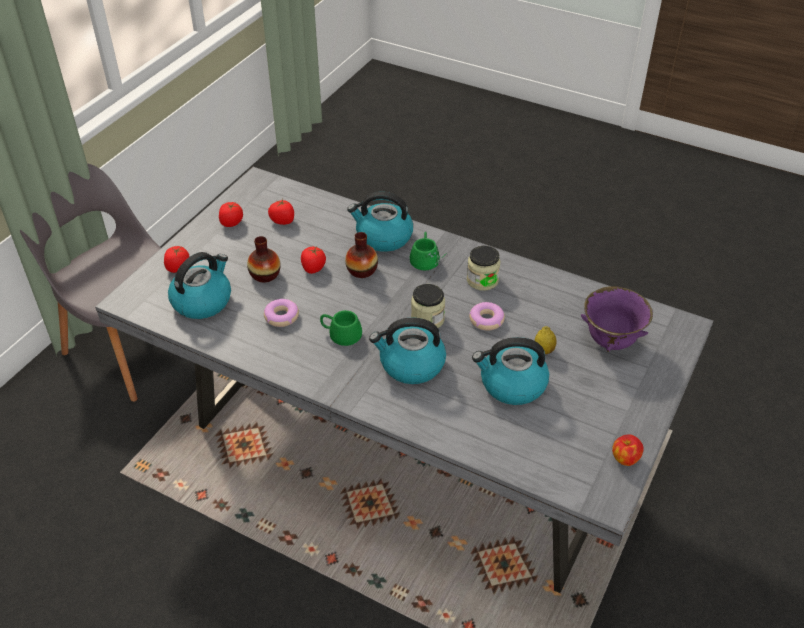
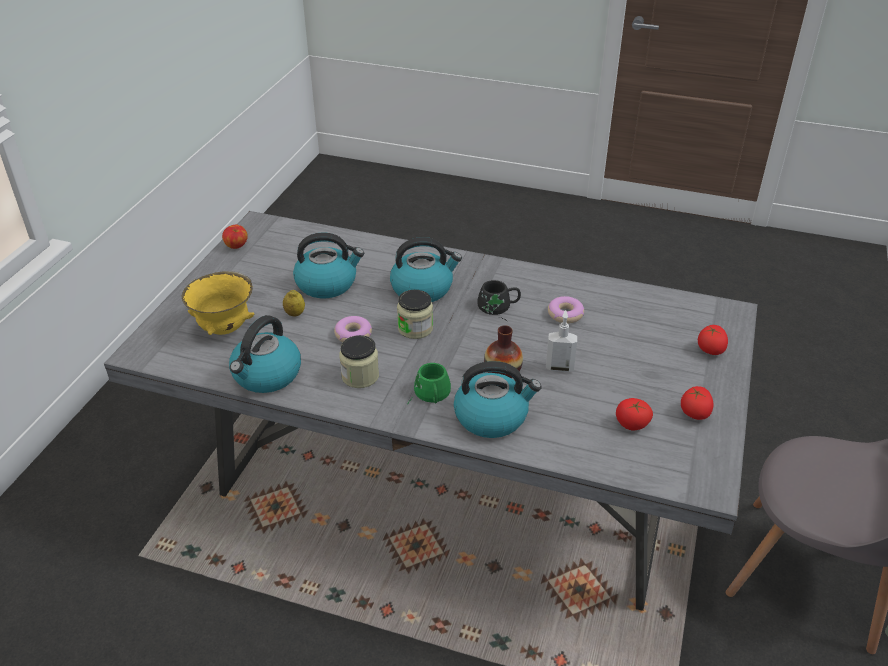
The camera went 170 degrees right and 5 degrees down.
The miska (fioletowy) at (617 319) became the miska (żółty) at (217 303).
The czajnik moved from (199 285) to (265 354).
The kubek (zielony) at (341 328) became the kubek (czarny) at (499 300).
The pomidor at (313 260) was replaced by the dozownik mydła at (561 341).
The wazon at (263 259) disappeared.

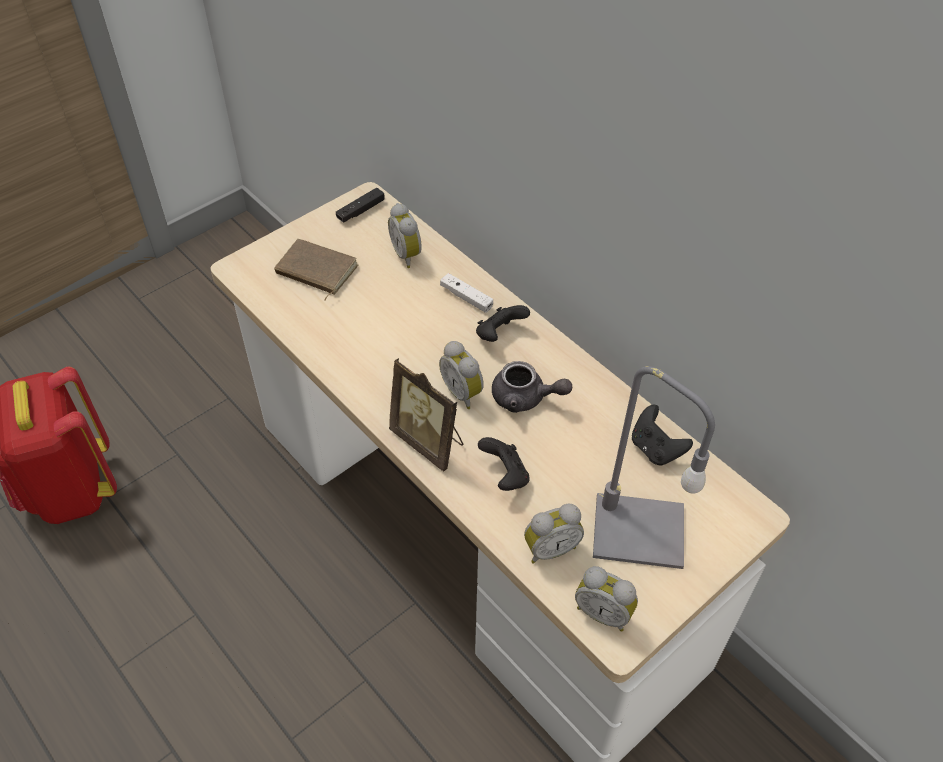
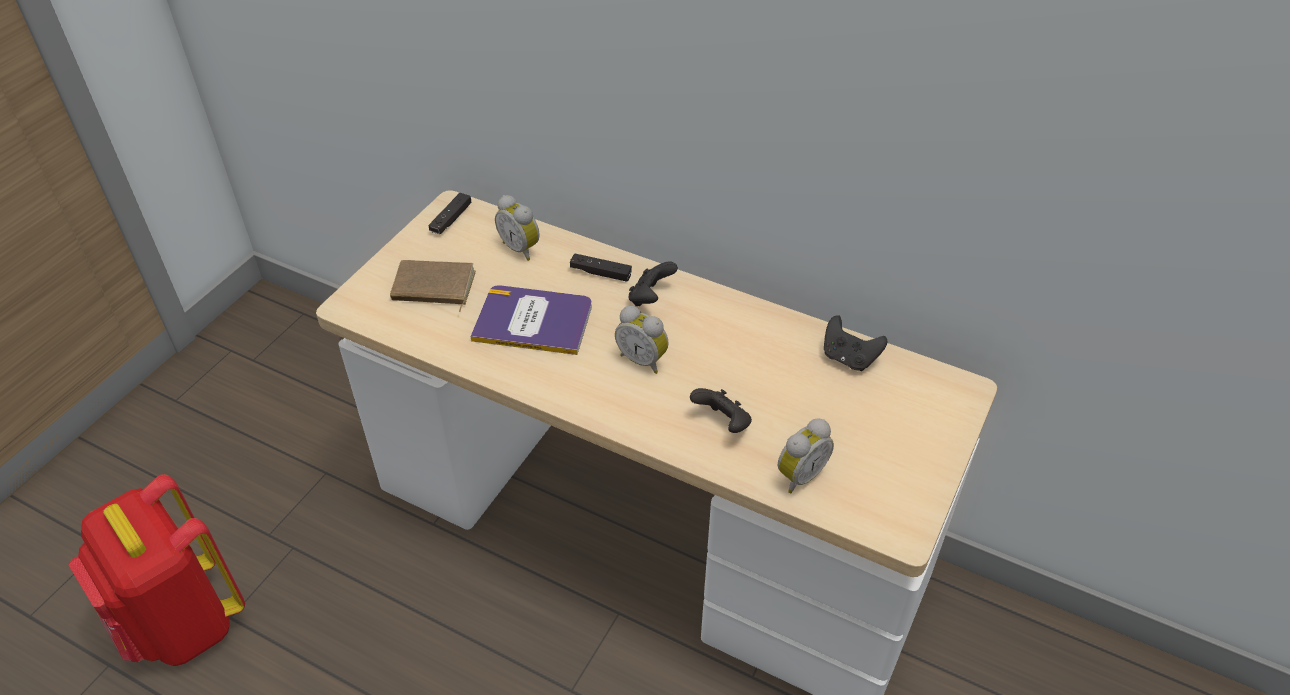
The camera went 20 degrees left and 5 degrees down.
The książka at (531 320) appeared.
The pad do gier (biały) at (466 293) became the pad do gier (czarny) at (601 268).
The ramka na zdjęcie at (426 415) disappeared.
The imbryk (szary) at (532 387) disappeared.
The budzik at (606 599) disappeared.
The lampa stołowa (szary) at (654 467) disappeared.

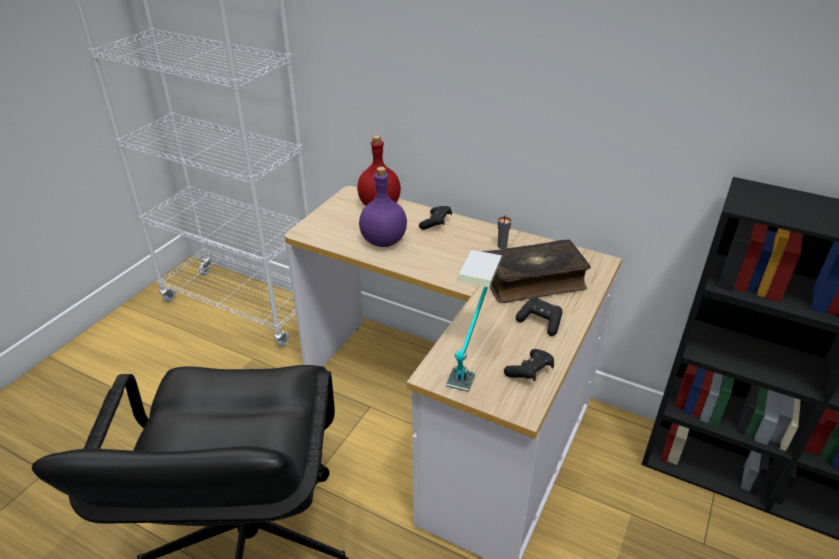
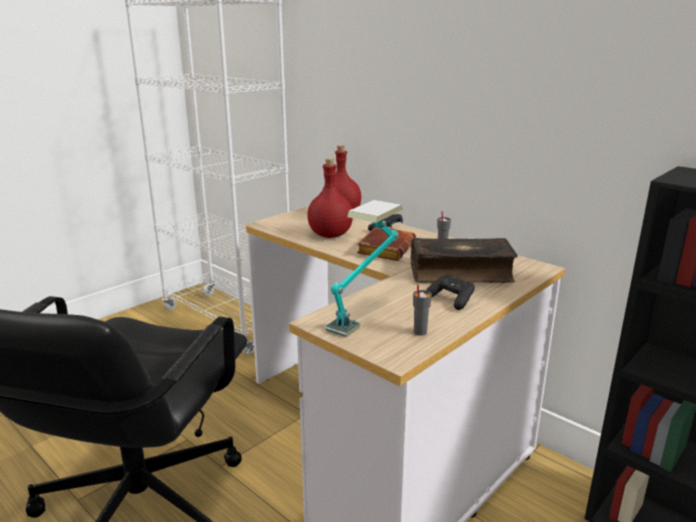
The camera went 15 degrees right and 15 degrees down.
The butelka (fioletowy) at (383 207) became the butelka (czerwony) at (330 198).
The książka (brązowy) at (386 244) appeared.
The pad do gier (czarny) at (529 365) was replaced by the filiżanka (szary) at (422 310).

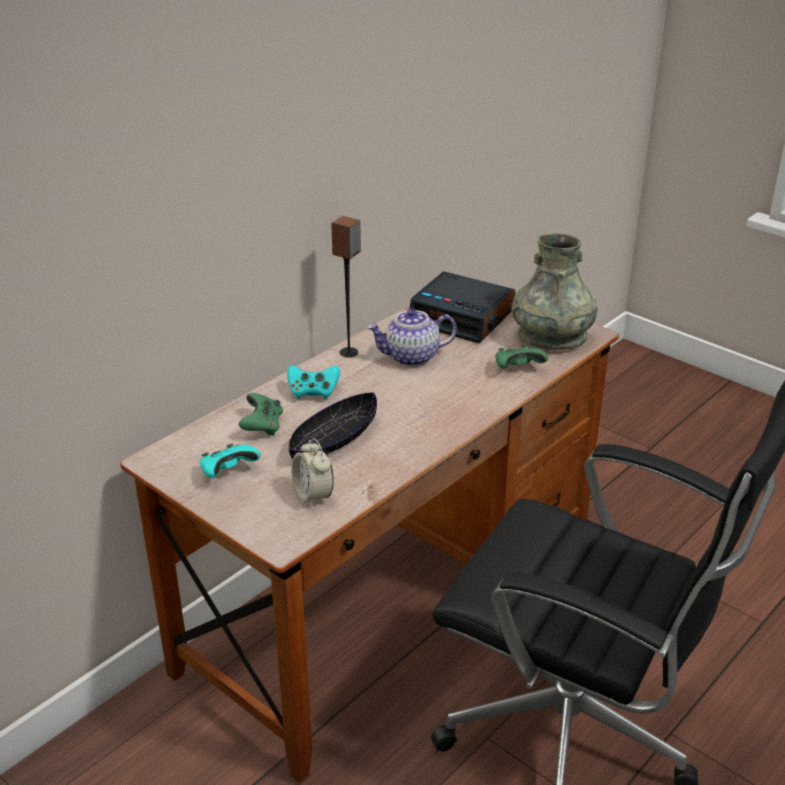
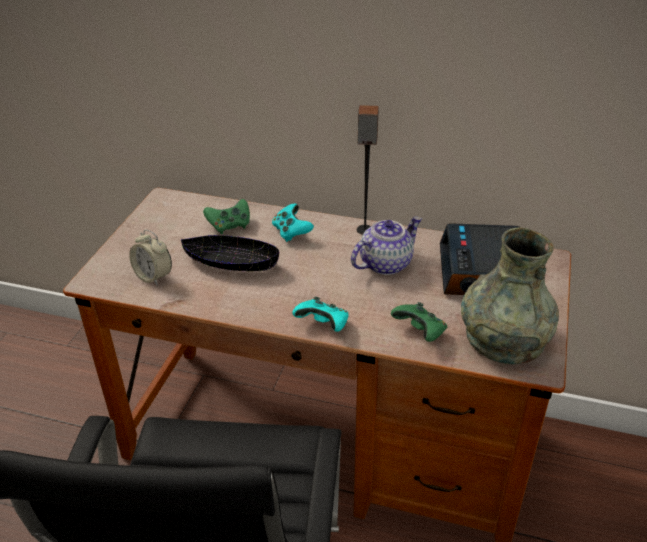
The camera went 65 degrees right and 5 degrees up.
The budzik at (312 473) turned 90 degrees counterclockwise.
The pad do gier (turkusowy) moved from (230 461) to (321 314).
The imbryk at (412 337) turned 90 degrees clockwise.

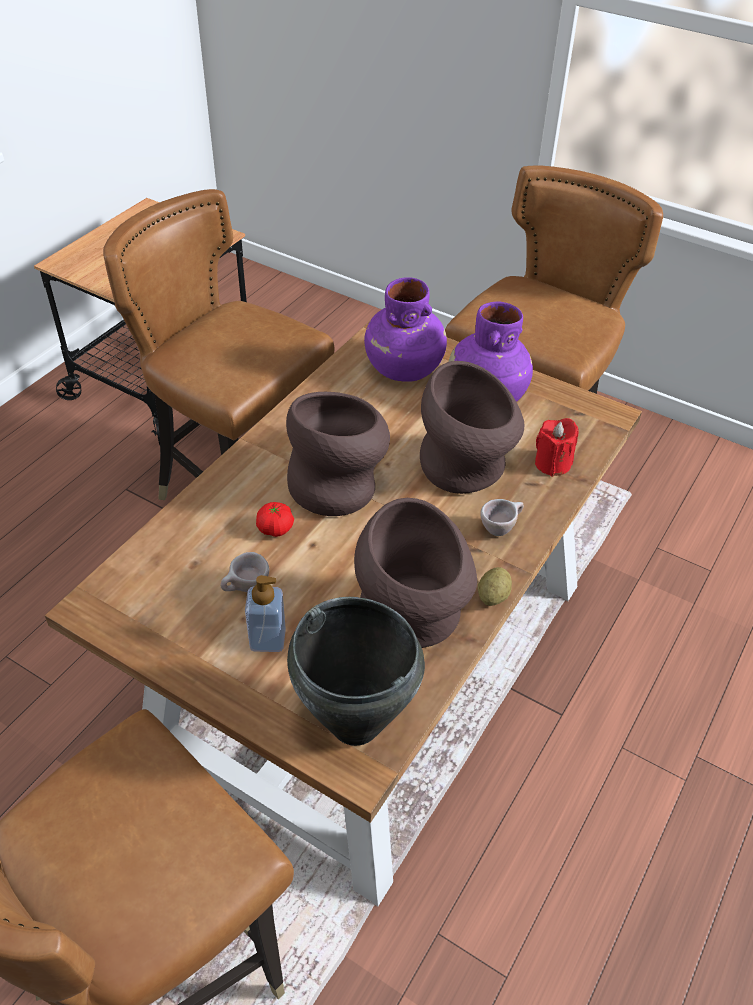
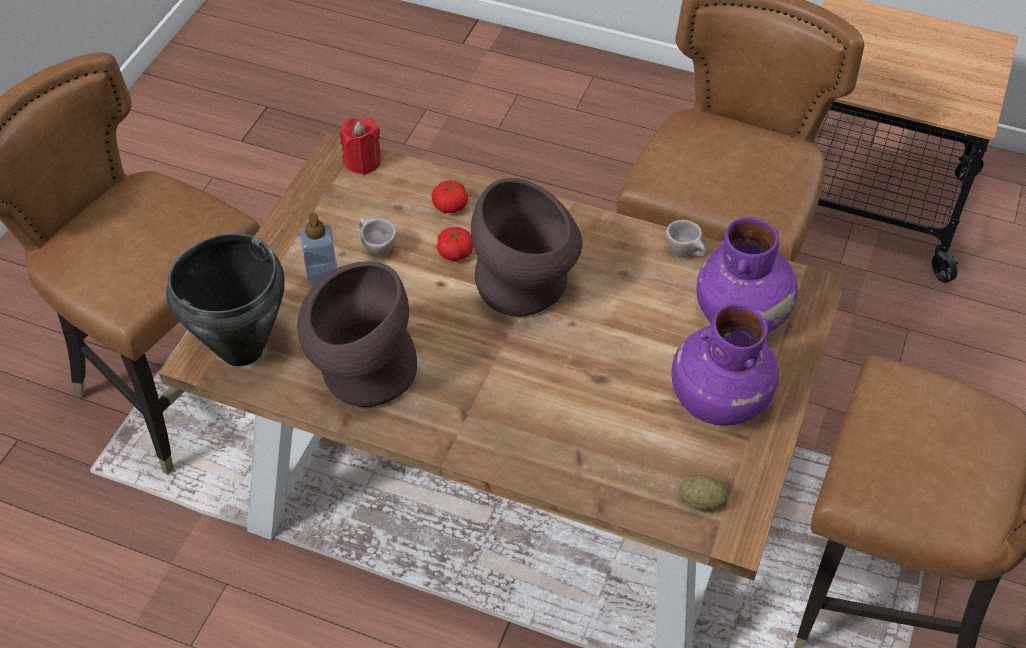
The camera went 80 degrees right and 5 degrees up.
The świeca (czerwony) moved from (557 447) to (360 146).
The pomidor at (450 197) appeared.
The filiżanka (beżowy) moved from (502 517) to (686 238).
The ziemniak moved from (495 586) to (703 493).
The wazon (brązowy) at (472 427) disappeared.

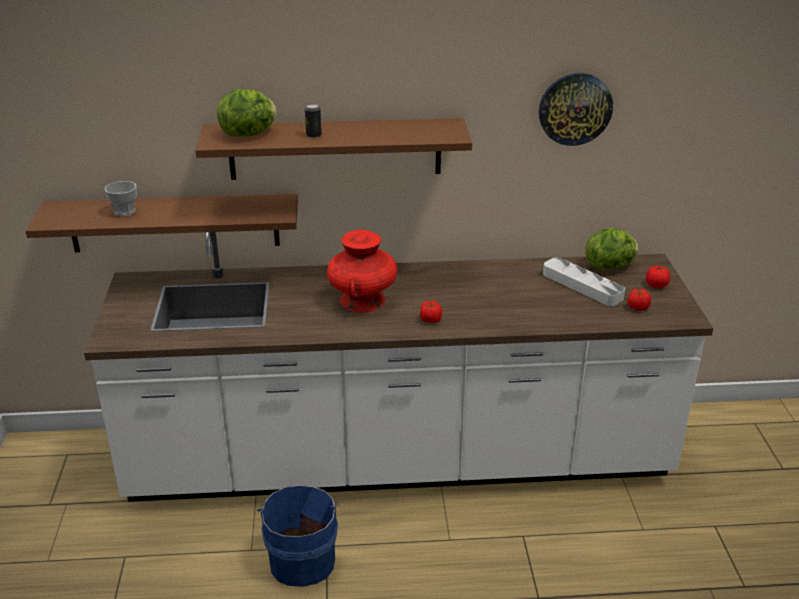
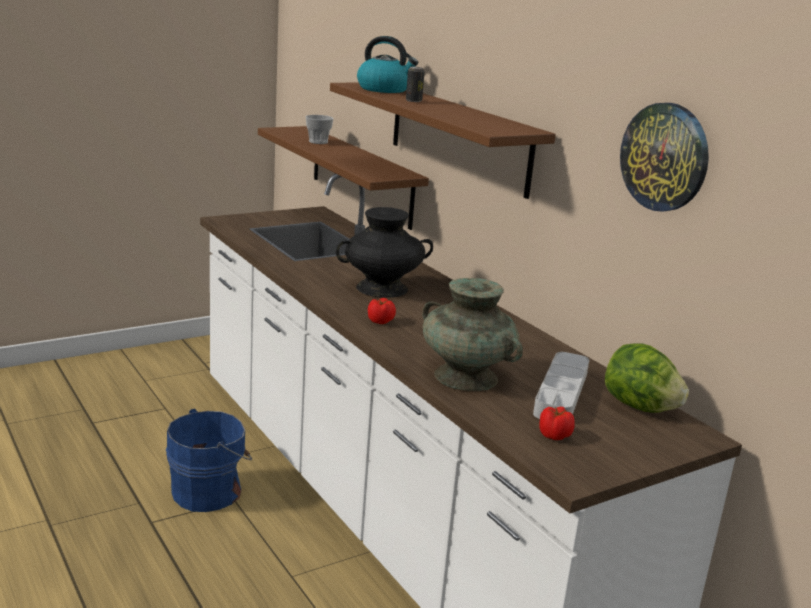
The camera went 60 degrees right and 10 degrees down.
The wazon (czerwony) at (362 271) became the wazon (czarny) at (384 252).
The sałata at (247 113) was replaced by the czajnik at (387 64).
The wazon (turkusowy) at (472 334) appeared.
The pomidor at (658 277) disappeared.

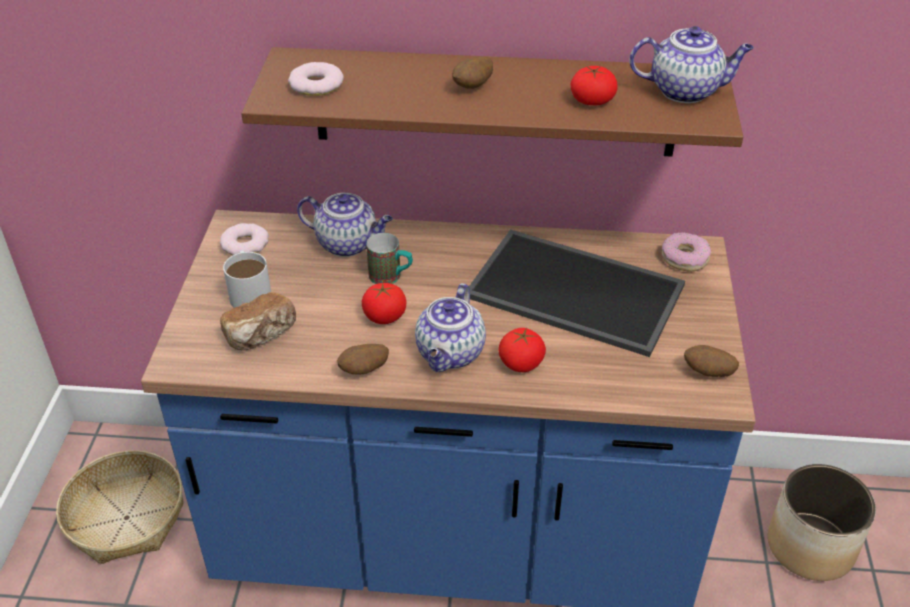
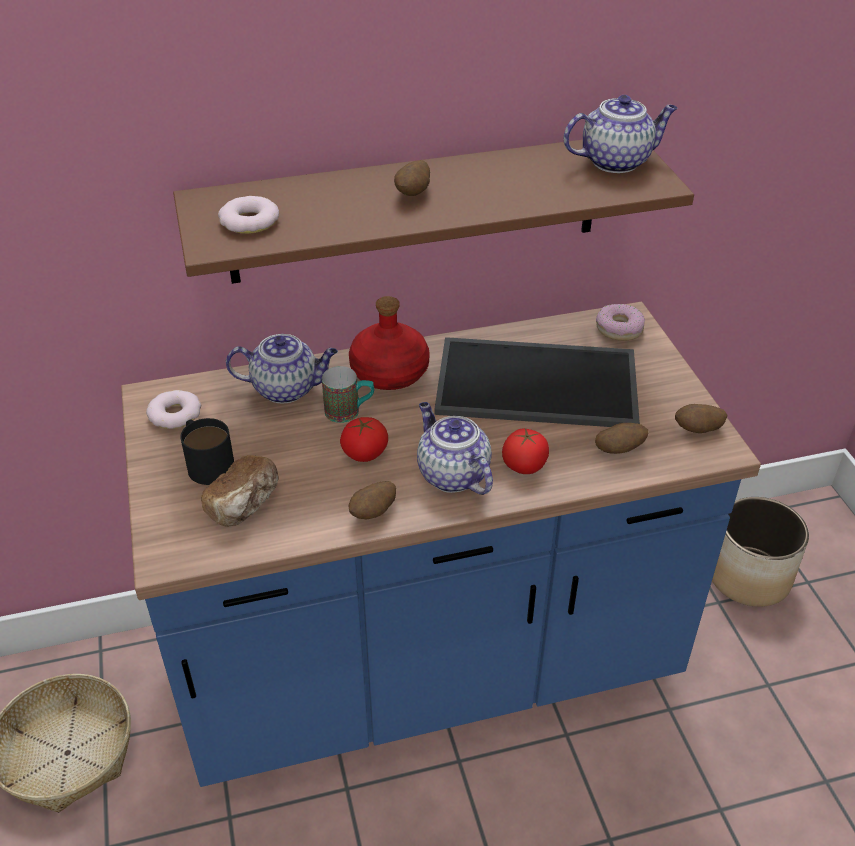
The camera went 20 degrees left and 0 degrees up.
The kubek (biały) at (247 279) became the kubek (czarny) at (207 451).
The butelka (czerwony) at (389 343) appeared.
The imbryk at (450 327) turned 150 degrees clockwise.
The ziemniak at (622 438) appeared.
The pomidor at (594 85) disappeared.

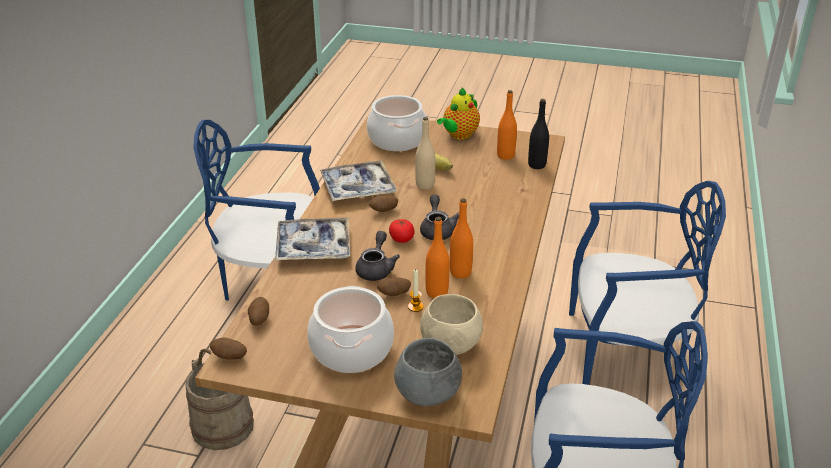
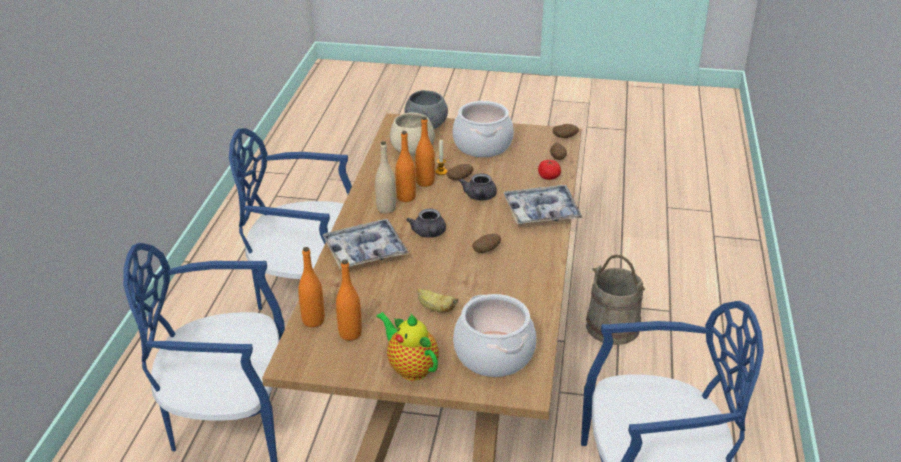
The camera went 175 degrees right and 0 degrees up.
The butelka (czarny) at (538 134) became the butelka (pomarańczowy) at (311 287).
The taca moved from (358 180) to (366 244).
The butelka (beżowy) moved from (425 153) to (385 177).
The imbryk at (458 114) turned 75 degrees counterclockwise.
The pomidor moved from (401 231) to (549 170).

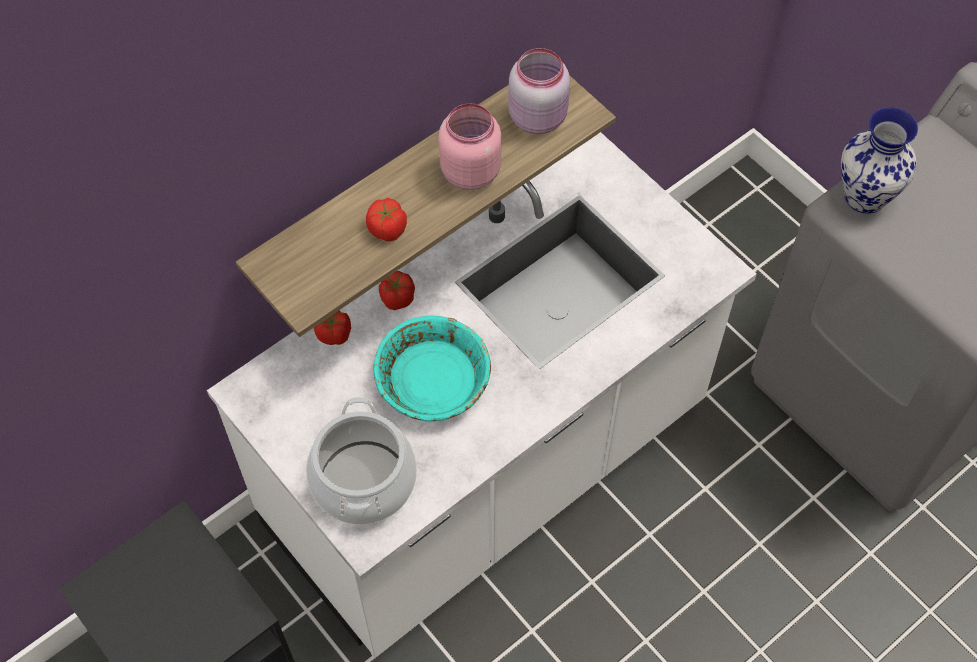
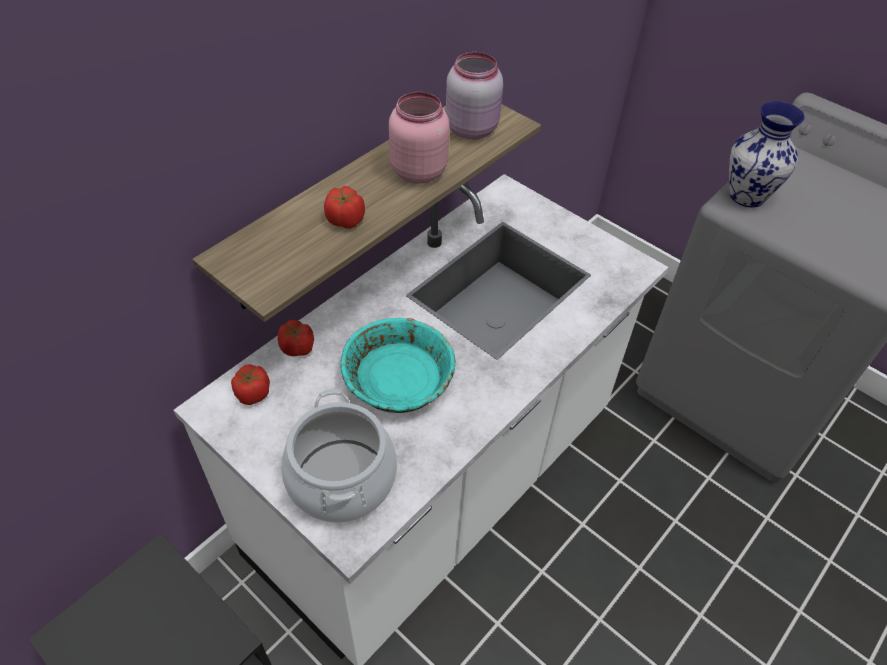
The camera went 10 degrees left and 10 degrees down.
The pomidor moved from (397 290) to (250 384).

